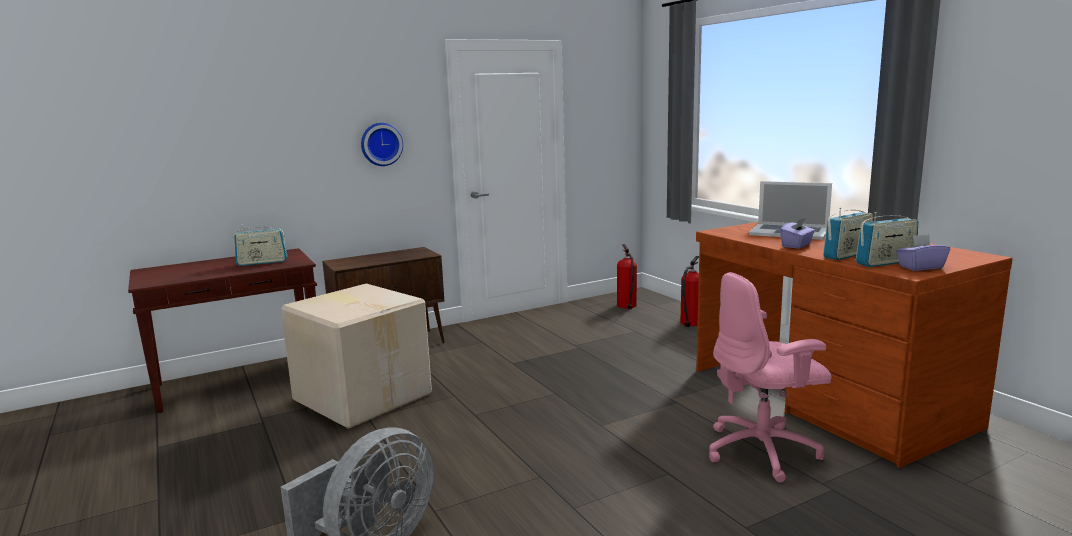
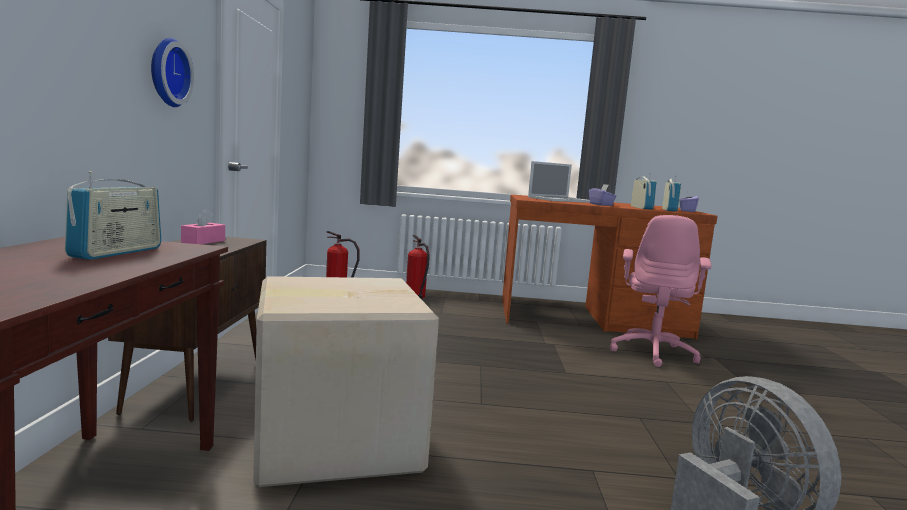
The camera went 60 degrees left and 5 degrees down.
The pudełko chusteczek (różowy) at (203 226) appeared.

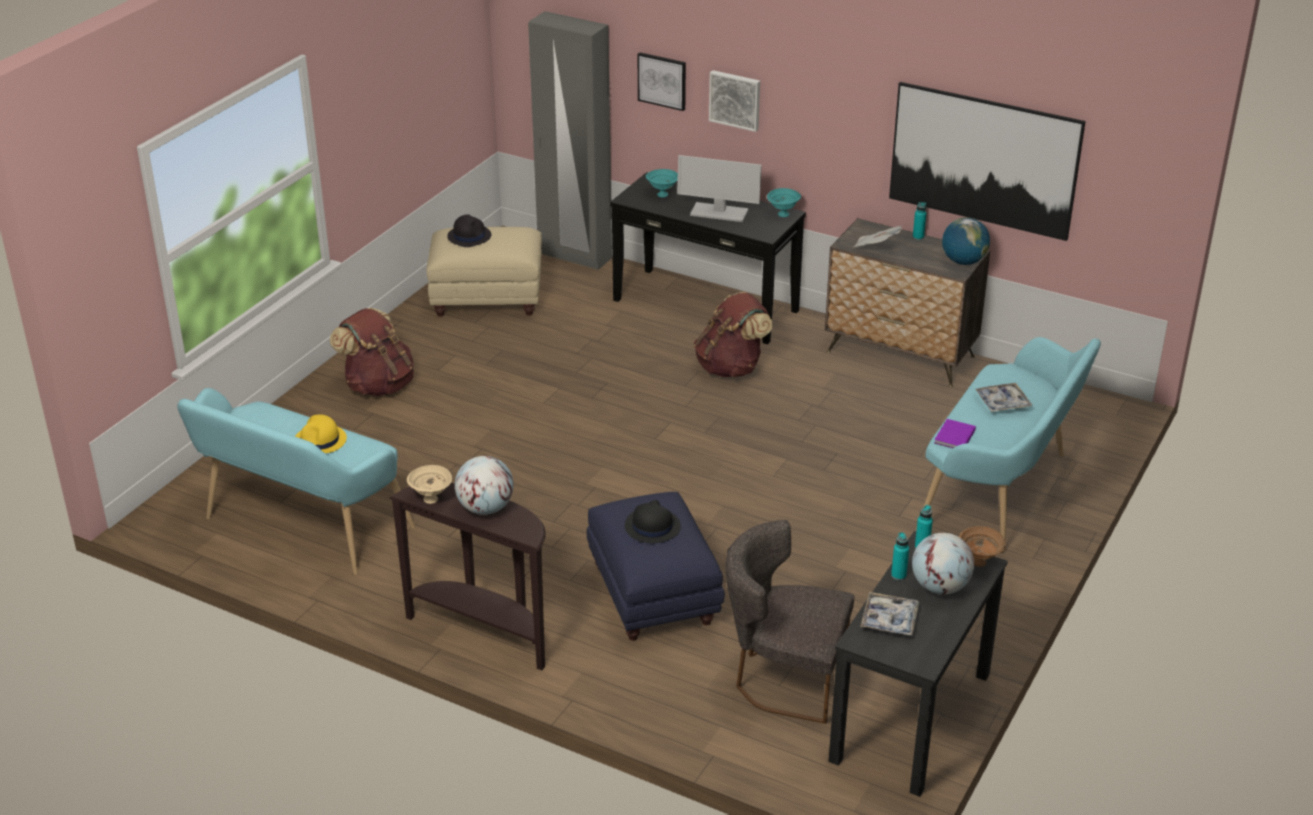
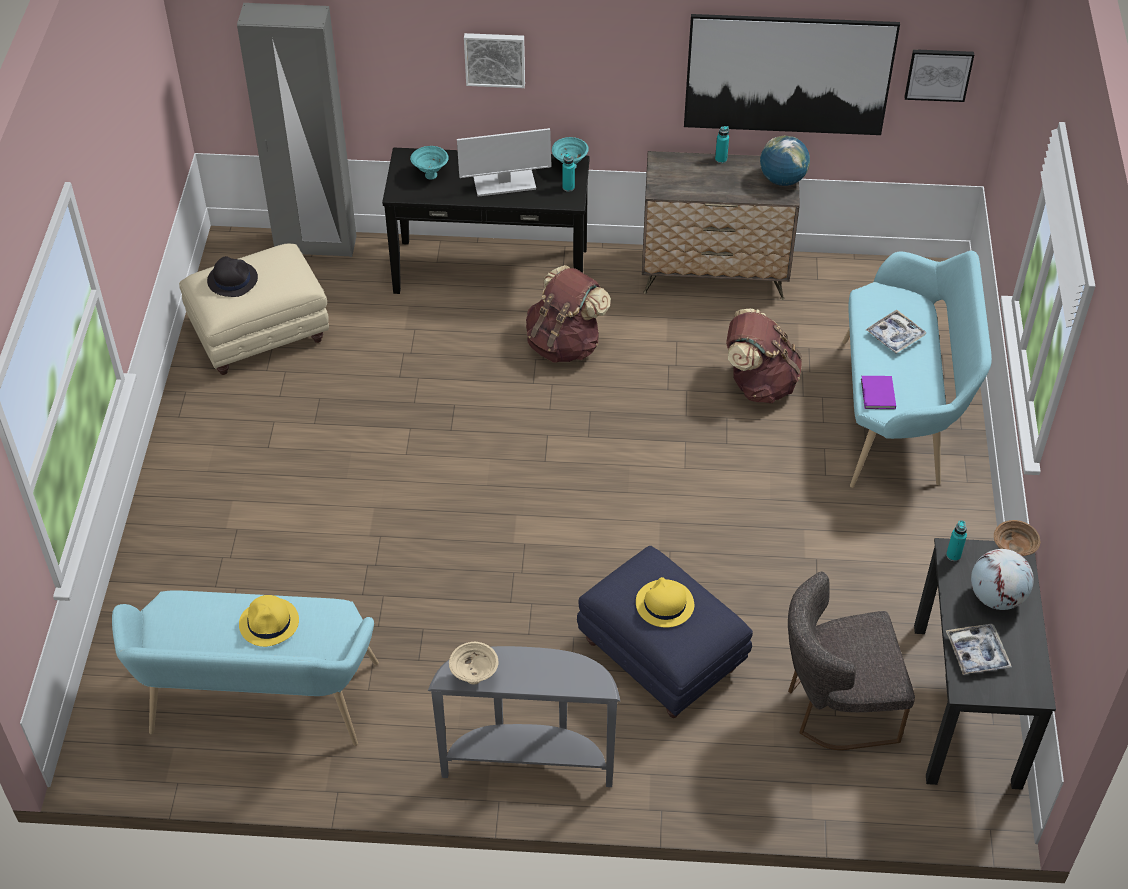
The camera went 25 degrees left and 15 degrees up.
The stolik konsolowy (brązowy) at (468 576) became the stolik konsolowy (szary) at (524 716).
The butelka (turkusowy) moved from (900 556) to (568 172).
The kapelusz (czarny) at (653 521) became the kapelusz (żółty) at (665 602).
The plecak (brązowy) moved from (372 352) to (764 356).
The obraz moved from (662 81) to (939 75).
The globus at (484 485) disappeared.
The gazeta at (877 237) disappeared.

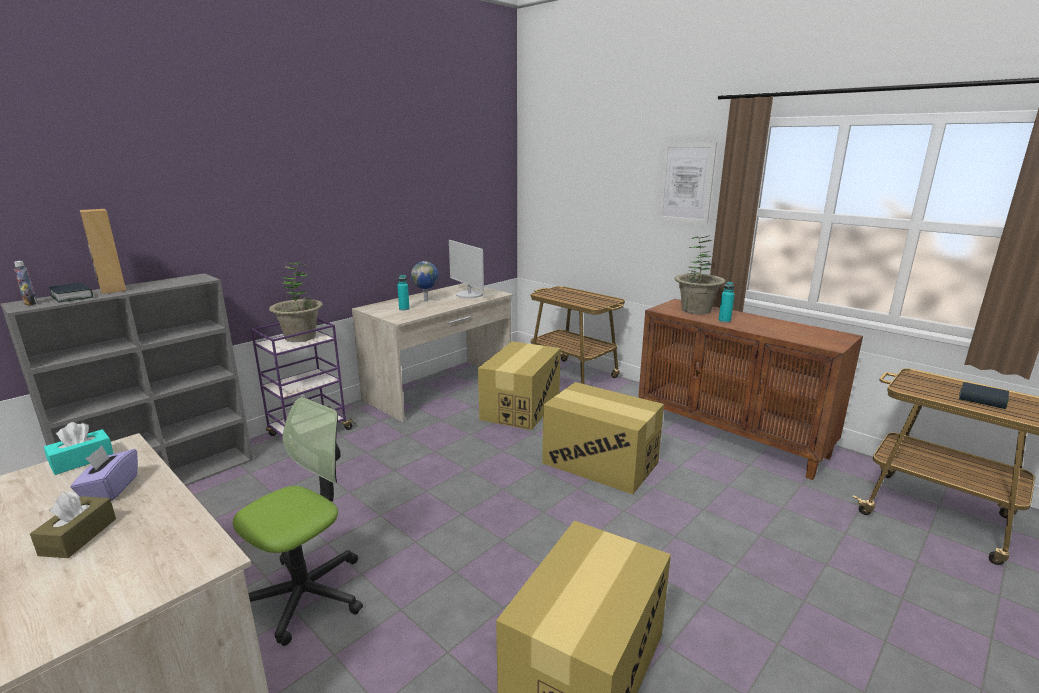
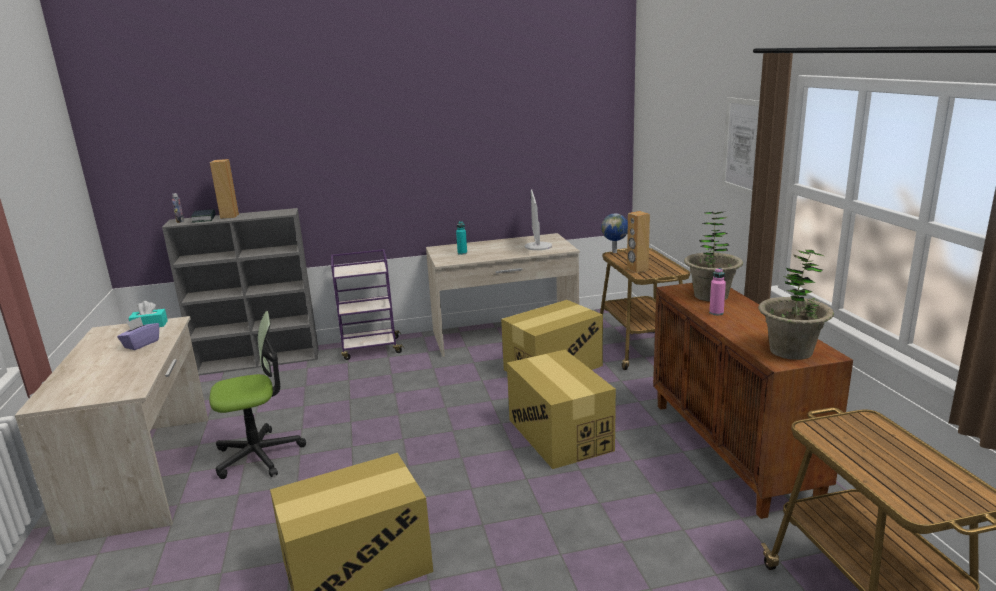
The camera went 35 degrees right and 0 degrees up.
The globus moved from (425 281) to (614 233).
The głośnik (brązowy) at (638 242) appeared.
The butelka (turkusowy) at (726 302) became the butelka (różowy) at (717 291).
The roślina doniczkowa moved from (296 302) to (796 304).
The pudełko chusteczek (brązowy) at (73 524) disappeared.
The książka at (984 395) disappeared.

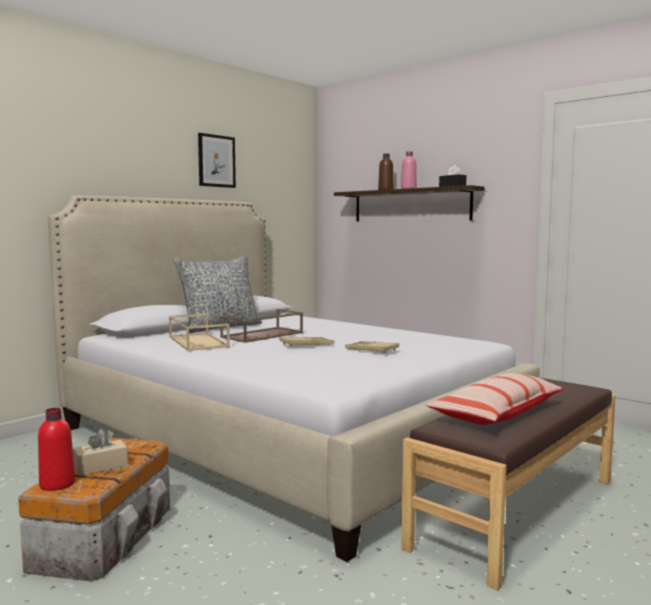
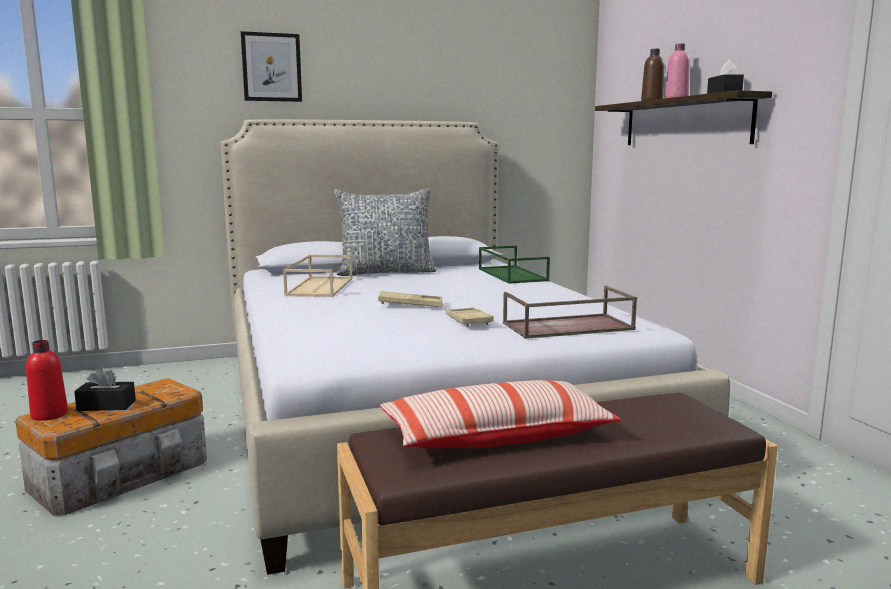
The camera went 30 degrees right and 5 degrees up.
The pudełko chusteczek (beżowy) at (100 452) became the pudełko chusteczek (czarny) at (105 389).
The obraz moved from (217 160) to (271 66).
The taca (zielony) at (514 265) appeared.
The taca (brązowy) moved from (261 326) to (570 312).

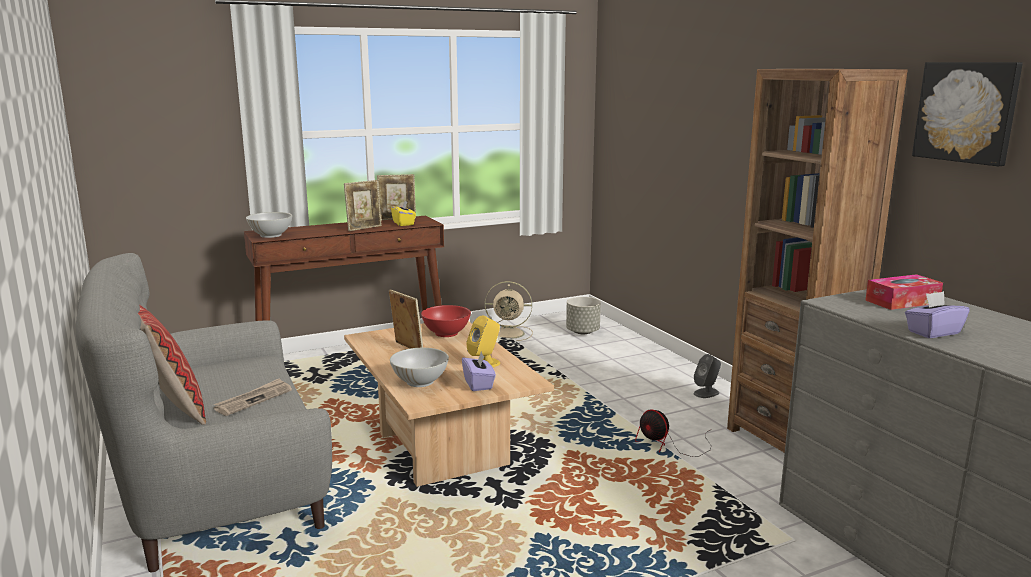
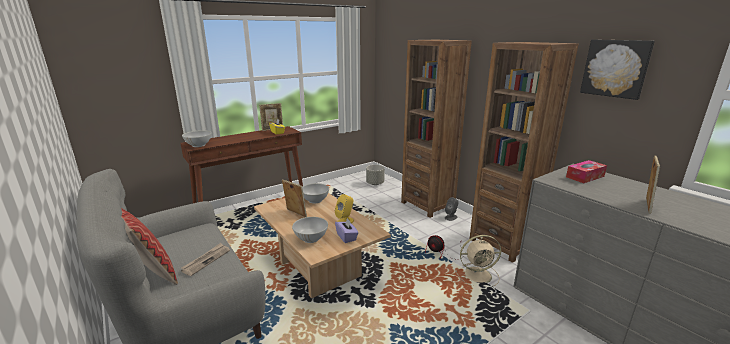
The camera went 10 degrees left and 5 degrees up.
The miska (czerwony) at (446 321) became the miska (biały) at (315 193).
The regał (brązowy) at (436 129) appeared.
The wentylator (beżowy) moved from (509 311) to (478 260).
The ramka na zdjęcie moved from (363 205) to (653 184).
The pudełko chusteczek (fioletowy) at (937 314) disappeared.

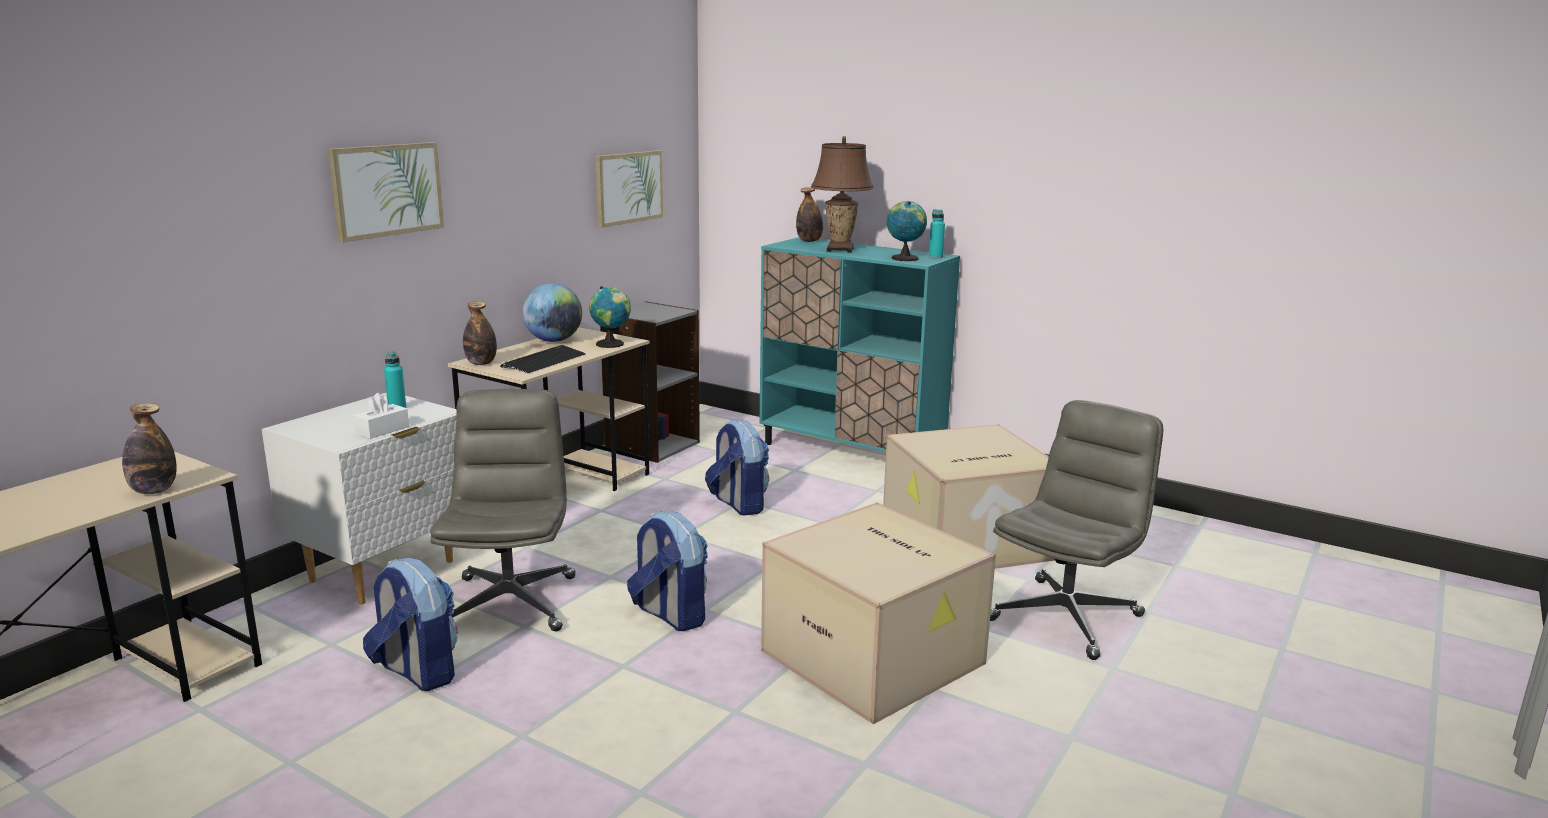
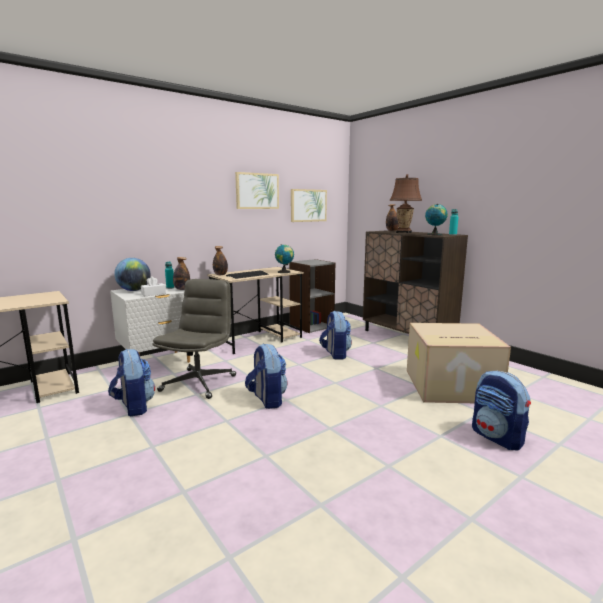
The camera went 20 degrees right and 5 degrees down.
The globus moved from (552 312) to (132 274).
The butelka moved from (149 448) to (181 273).
The obraz moved from (386 192) to (257 190).
The szafka (turkusowy) at (860 344) became the szafka (brązowy) at (415 282).
The krzesło biurowe (szary) at (1076 530) was replaced by the plecak at (501 411).
The karton at (878 613) disappeared.

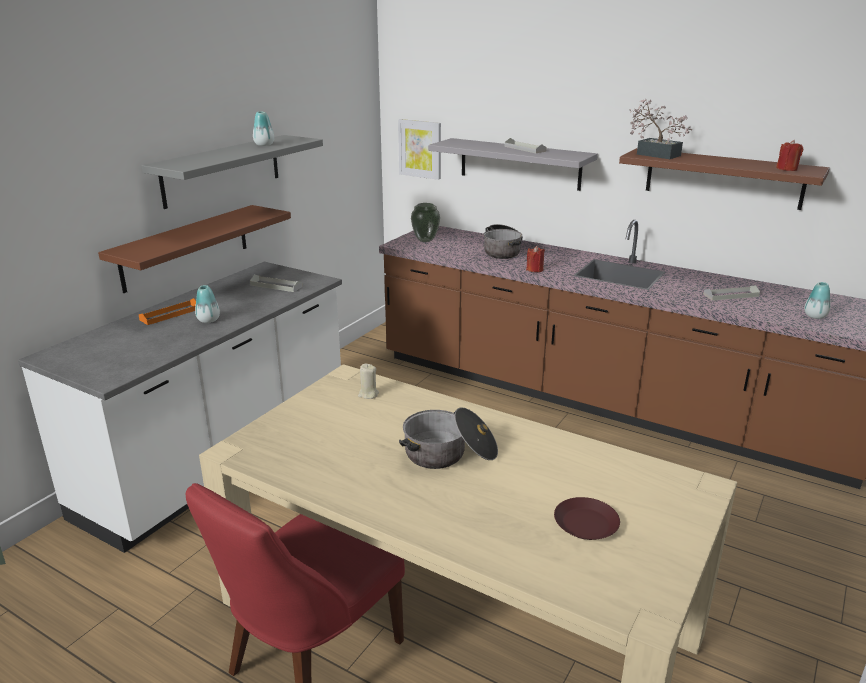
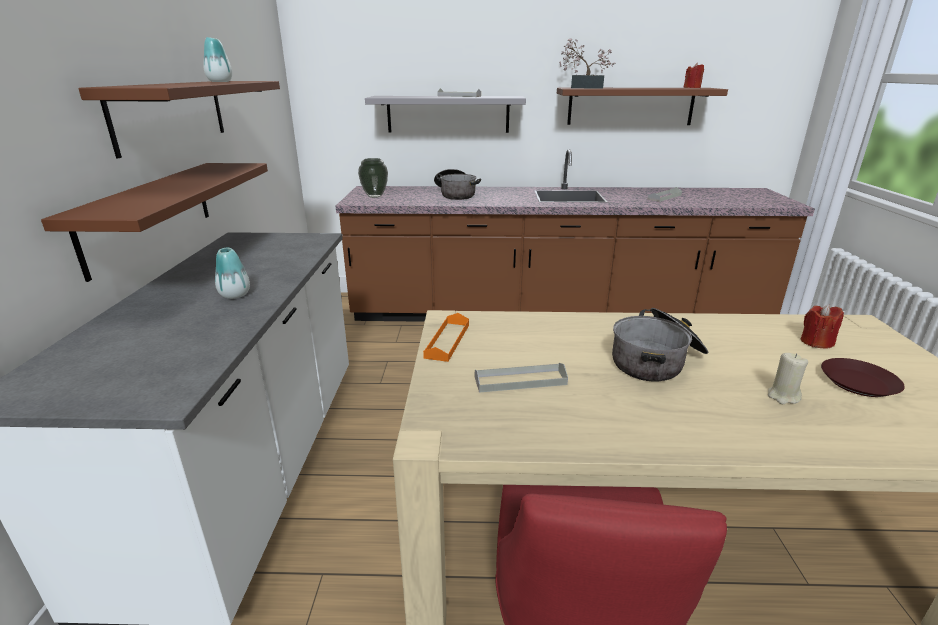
The camera went 30 degrees left and 0 degrees up.
The półka (szary) at (232 172) became the półka (brązowy) at (179 119).
The taca (pomarańczowy) moved from (167 311) to (446 337).
The taca (szary) moved from (276 283) to (521 377).
The świeca (beżowy) moved from (368 381) to (788 378).
The świeca (czerwony) moved from (535 259) to (822 326).
The obraz at (419 149) disappeared.
The wazon at (817 300) disappeared.

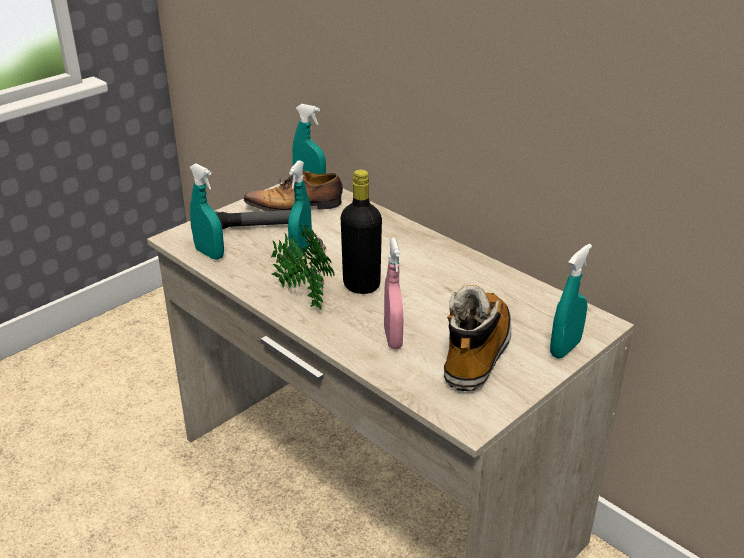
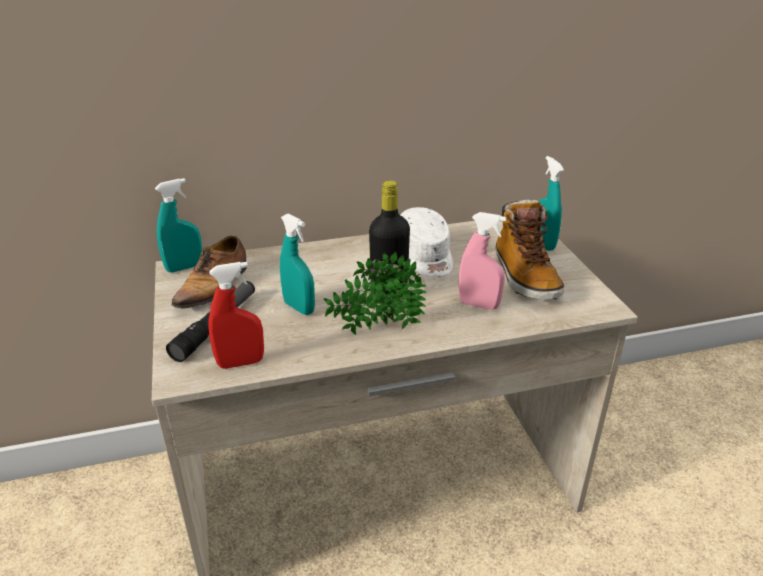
The camera went 60 degrees left and 0 degrees up.
The spryskiwacz (turkusowy) at (207 212) became the spryskiwacz (czerwony) at (236 315).
The czapka z daszkiem (biały) at (427 242) appeared.
The but z cholewką at (477 338) turned 150 degrees counterclockwise.

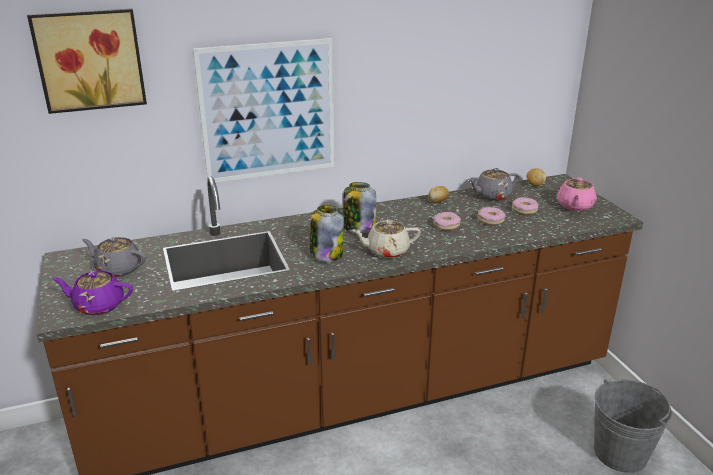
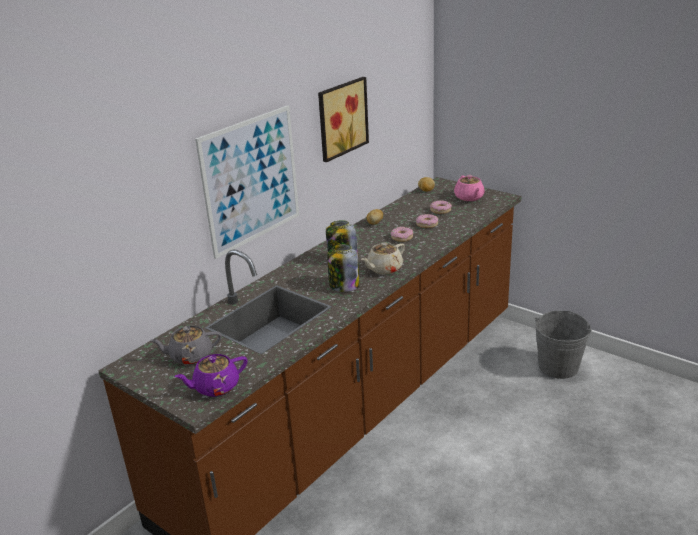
The camera went 30 degrees left and 0 degrees up.
The obraz moved from (87 61) to (343 119).
The imbryk (szary) at (493 184) disappeared.

